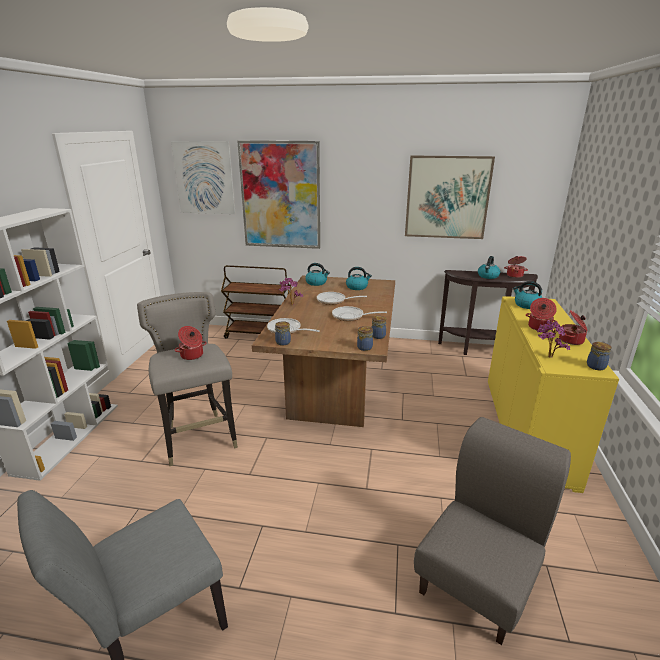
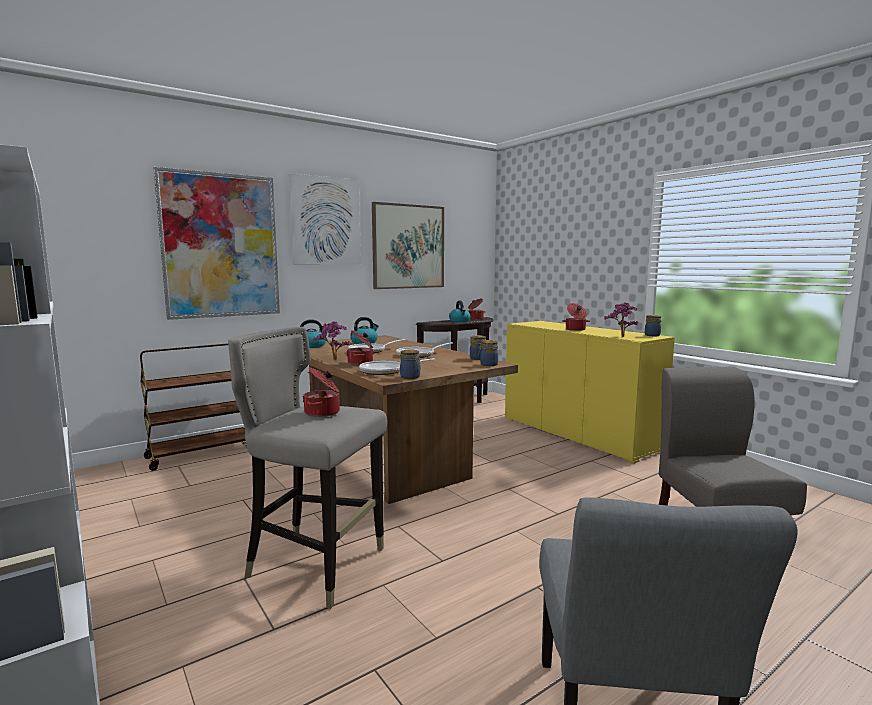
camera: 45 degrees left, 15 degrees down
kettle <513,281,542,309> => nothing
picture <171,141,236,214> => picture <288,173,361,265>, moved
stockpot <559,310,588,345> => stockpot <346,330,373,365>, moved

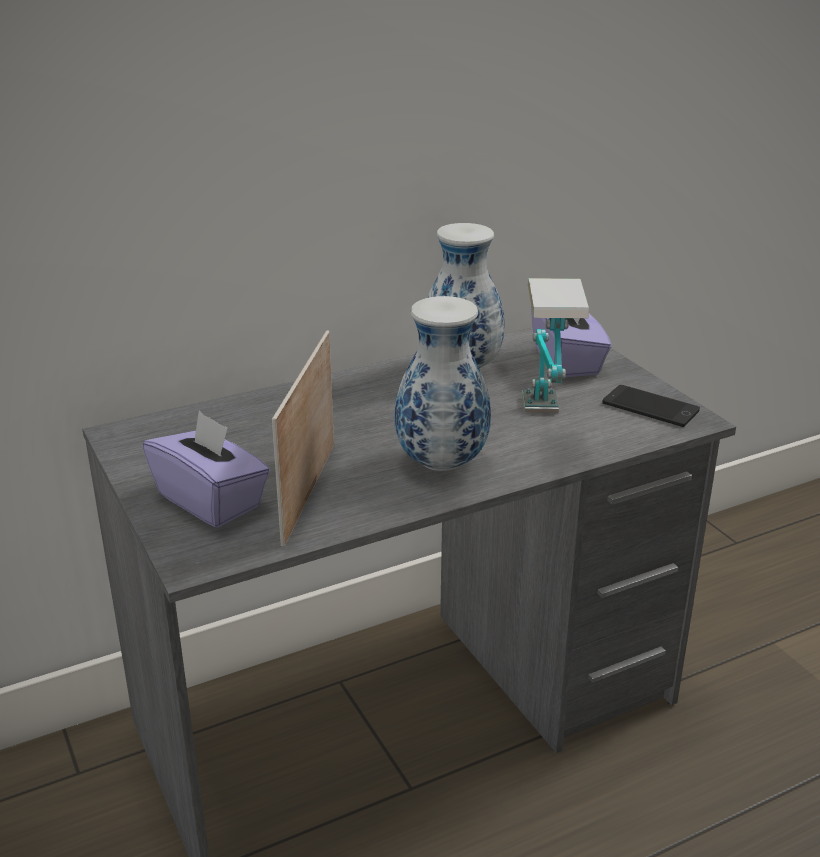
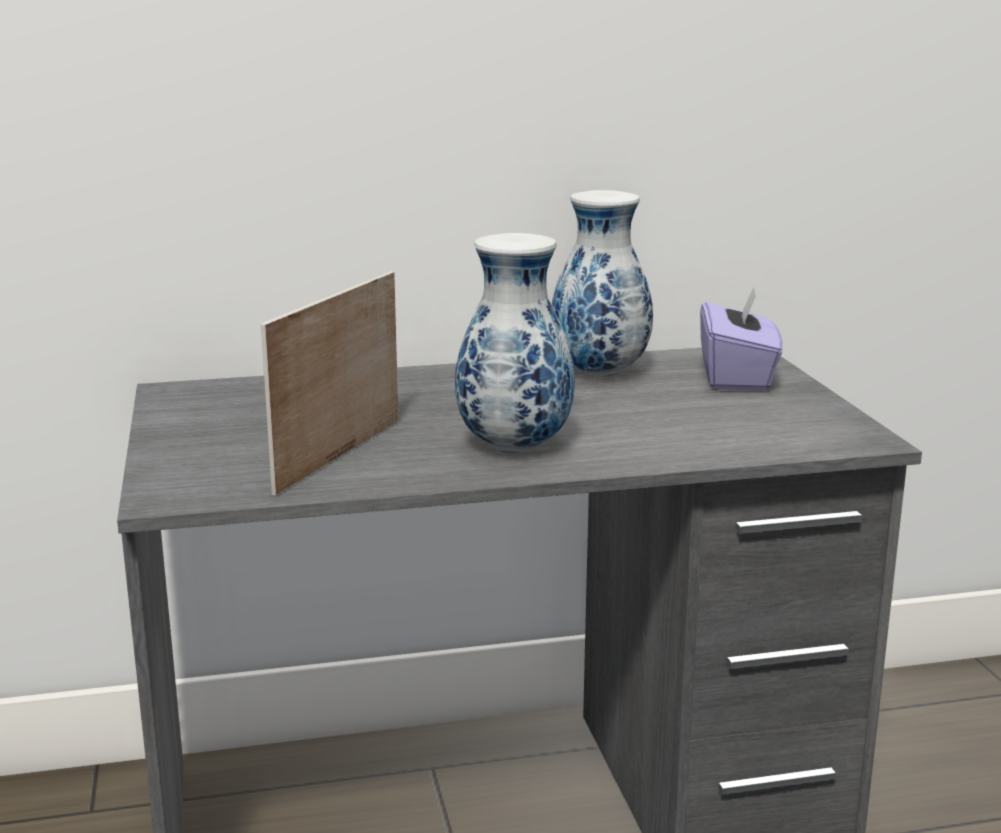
camera: 15 degrees right, 10 degrees down
purple tissue box <143,411,270,528> => nothing
tabletop lamp <522,278,589,413> => nothing
telephone <602,385,700,427> => nothing

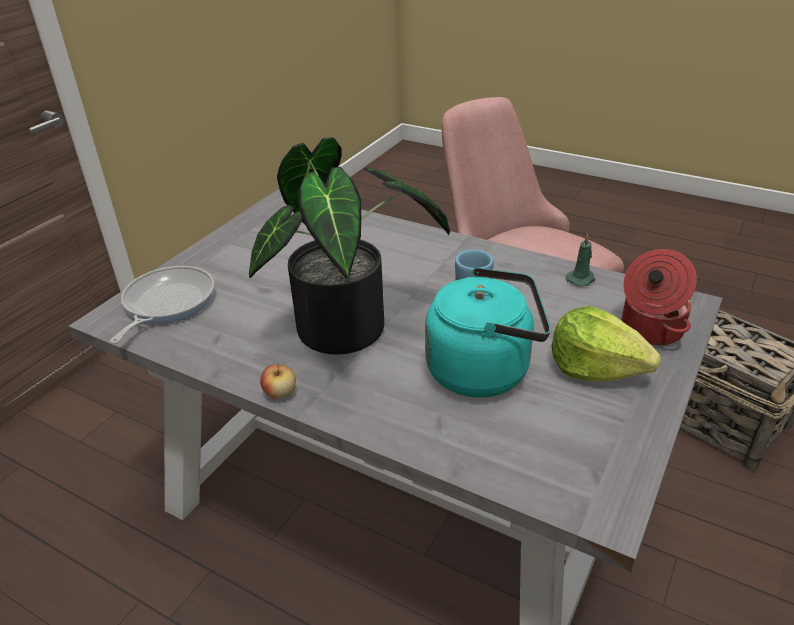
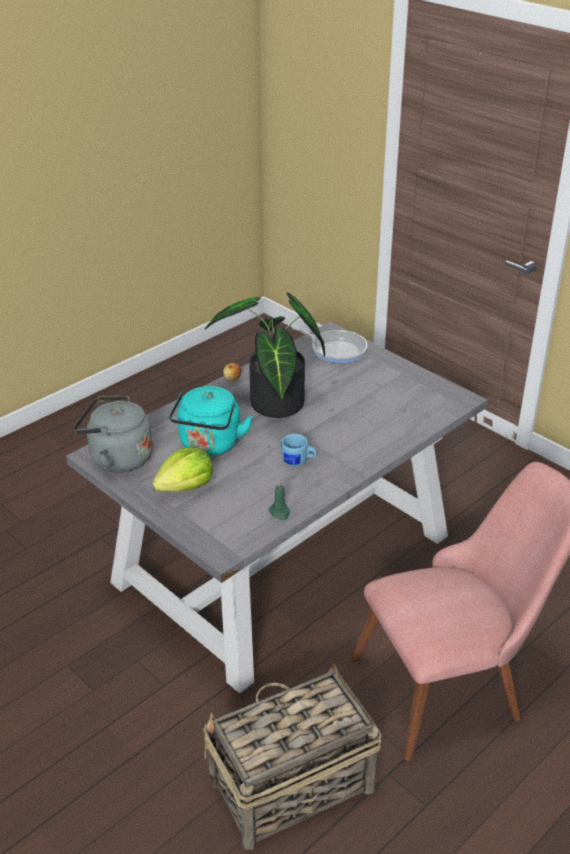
camera: 105 degrees right, 0 degrees up
stockpot <621,249,697,346> => nothing
nothing => greyish kettle <73,395,153,473>

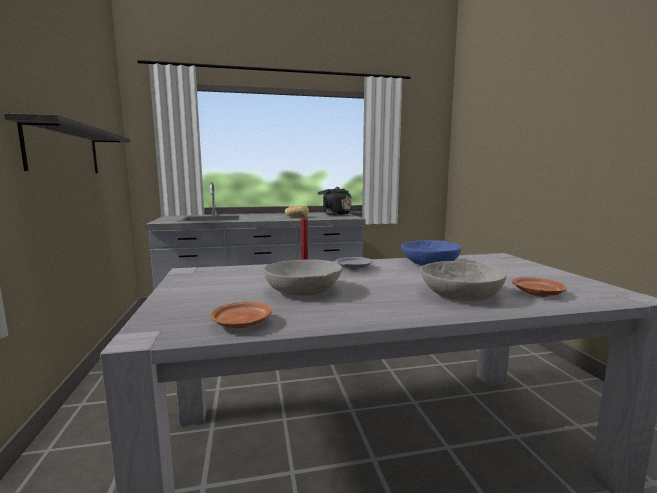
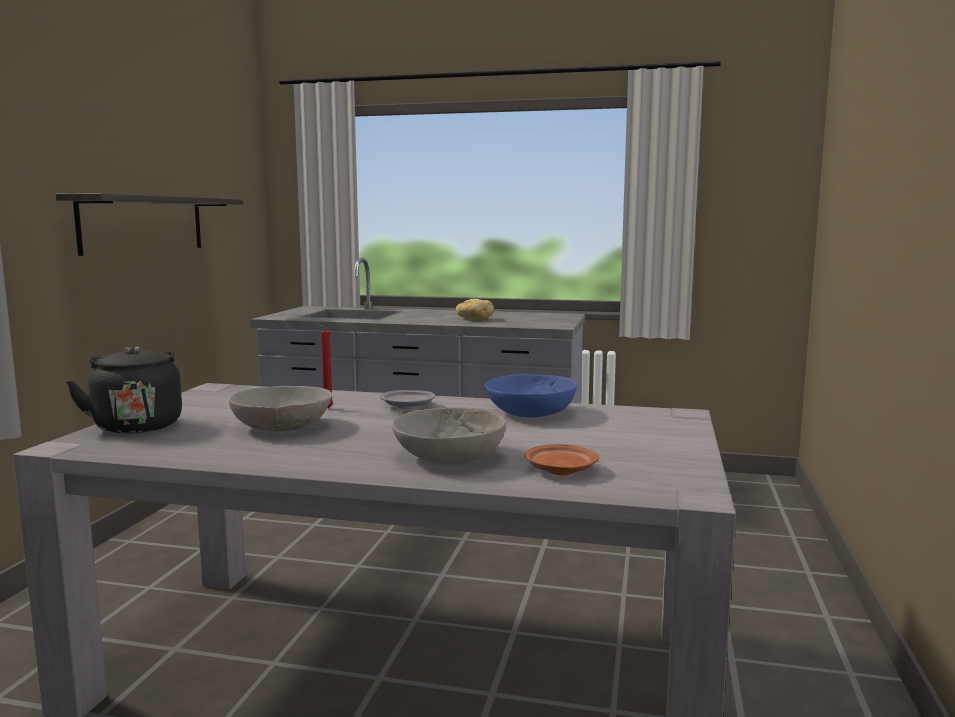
camera: 25 degrees right, 0 degrees up
brown-coloured plate <210,302,272,328> => nothing
blackish kettle <318,187,351,215> => blackish kettle <66,346,182,434>, moved

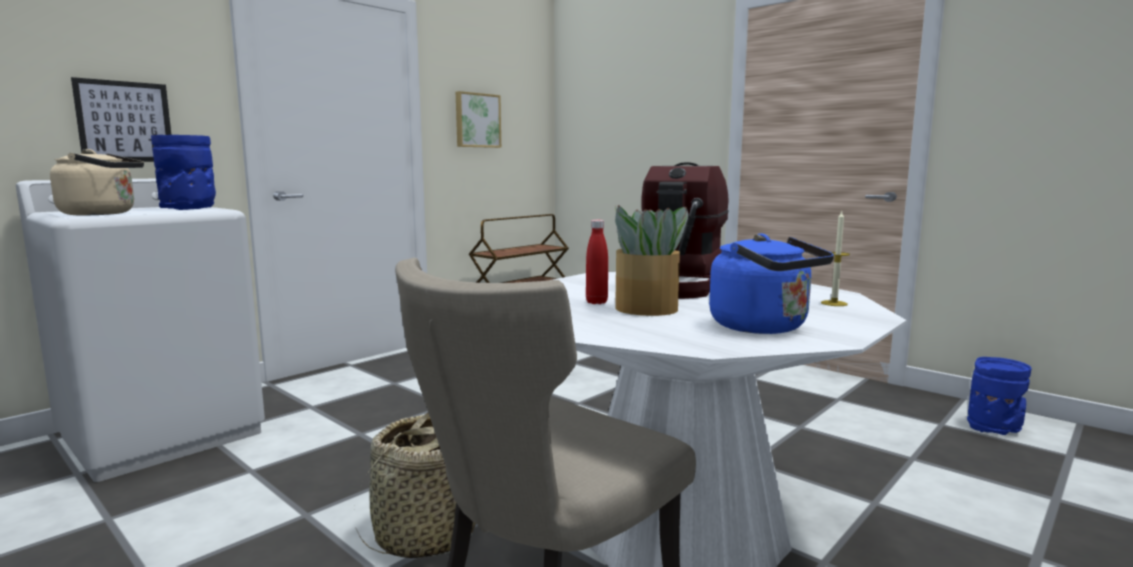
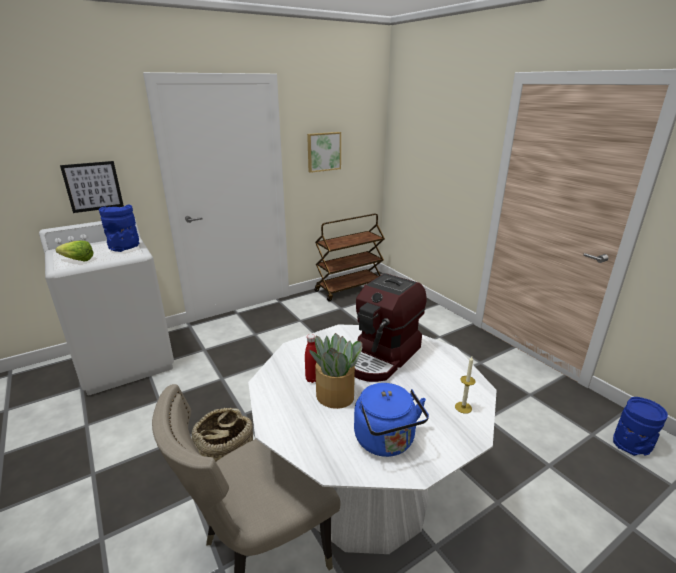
camera: 15 degrees right, 15 degrees up
beige-coloured kettle <50,149,144,215> => lettuce <56,240,94,262>

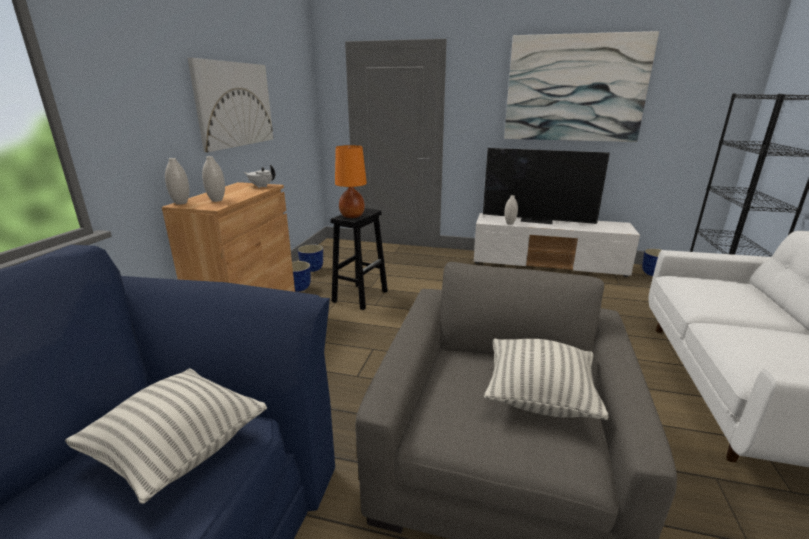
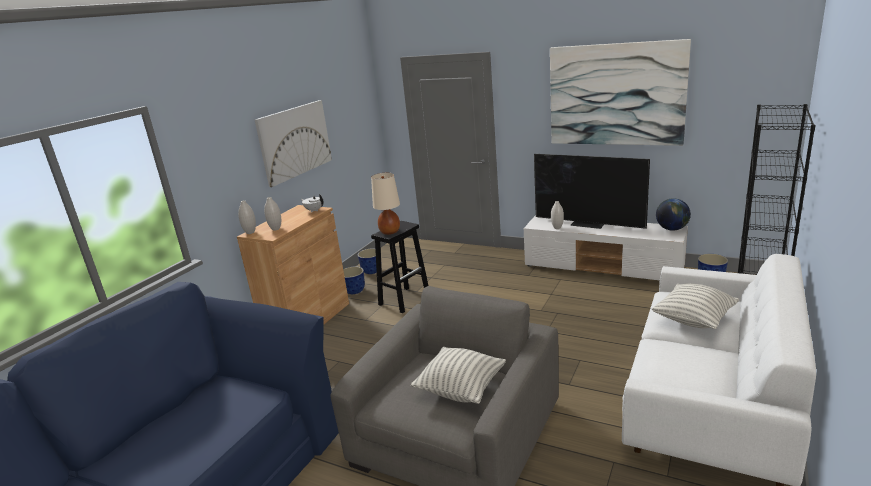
camera: 15 degrees right, 0 degrees up
nothing => globe <656,198,691,231>
cushion <65,368,267,504> => cushion <652,283,739,329>, moved
orange tabletop lamp <335,145,367,218> => beige-coloured tabletop lamp <371,173,400,235>

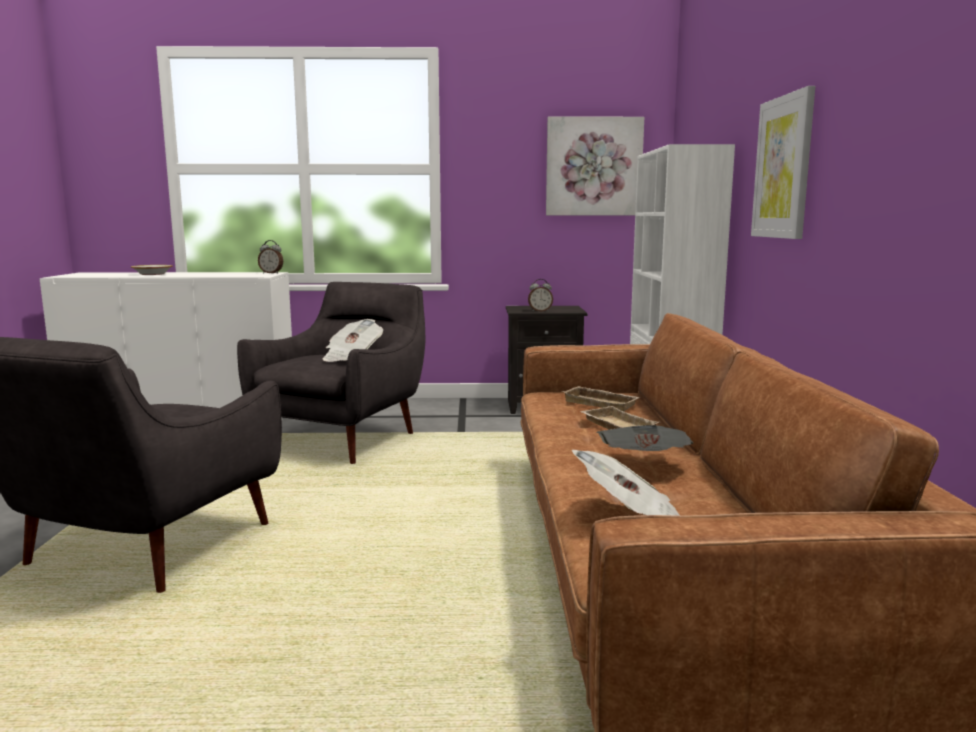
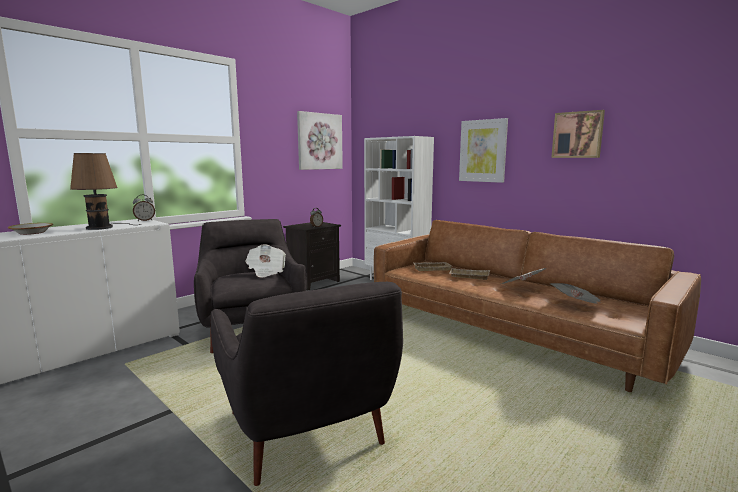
camera: 45 degrees left, 0 degrees up
nothing => brown-coloured tabletop lamp <70,153,141,230>
nothing => picture <551,110,605,158>

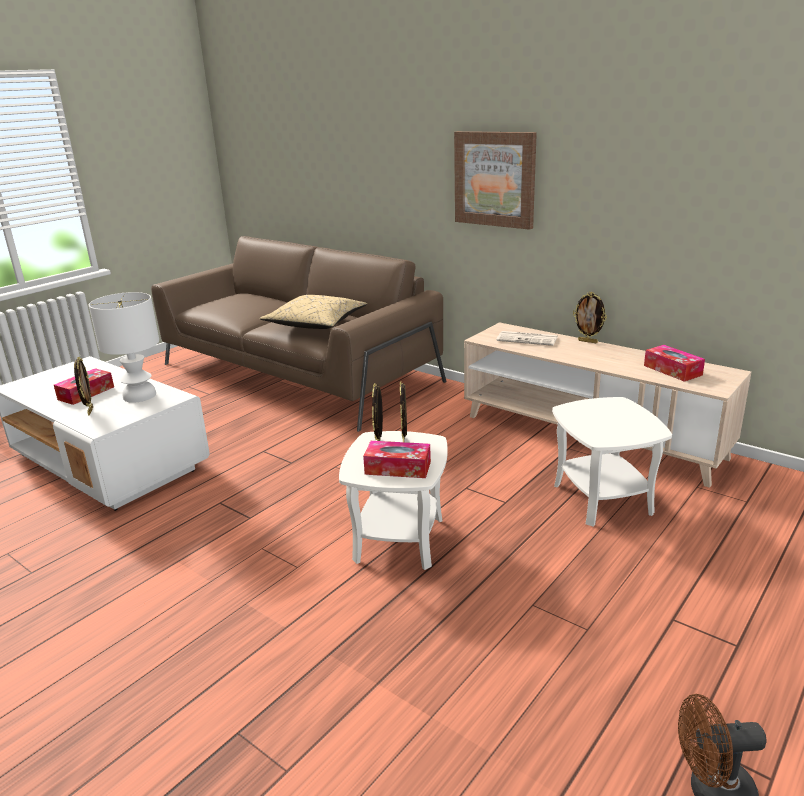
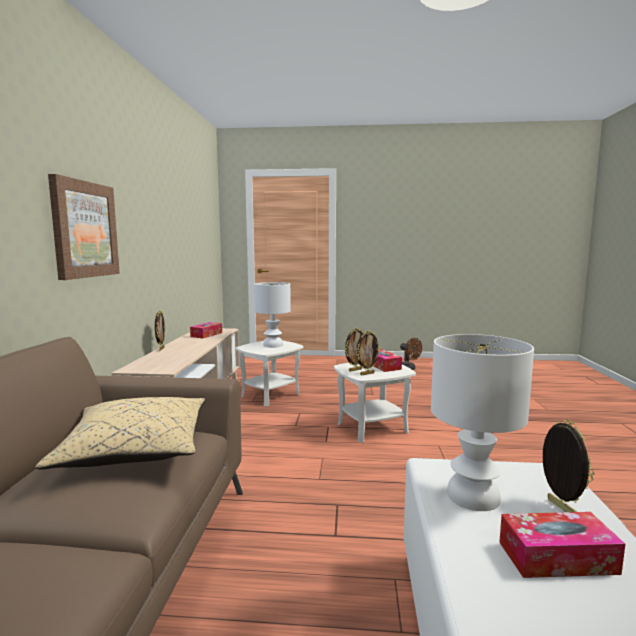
camera: 125 degrees left, 15 degrees down
newspaper <496,331,558,346> => nothing
nothing => whitish tabletop lamp <254,282,291,348>
standing frame <74,357,93,416> => standing frame <542,420,594,512>, 120 degrees clockwise

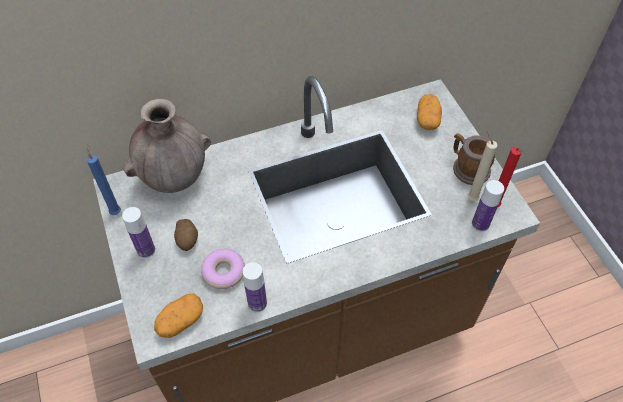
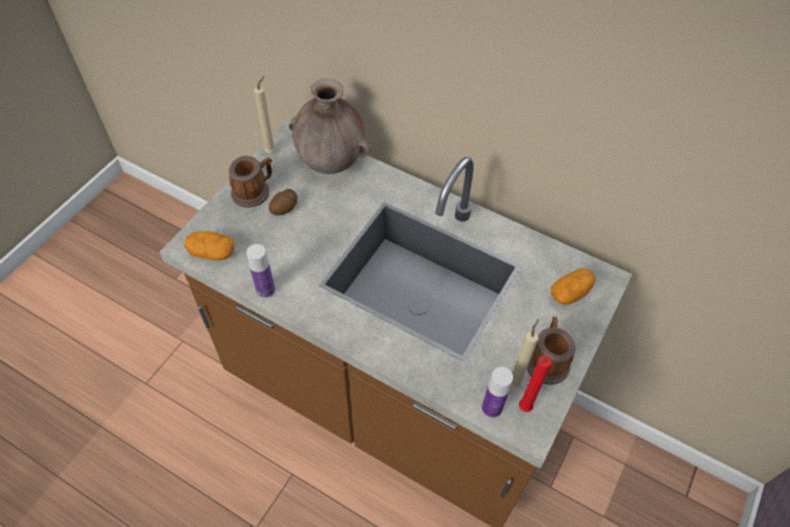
camera: 50 degrees right, 0 degrees up
doughnut <201,249,245,289> => nothing
beverage bottle <122,207,155,258> => tea mug <229,156,272,208>
bluish wax light <86,143,121,215> => beige-coloured wax light <254,76,276,153>

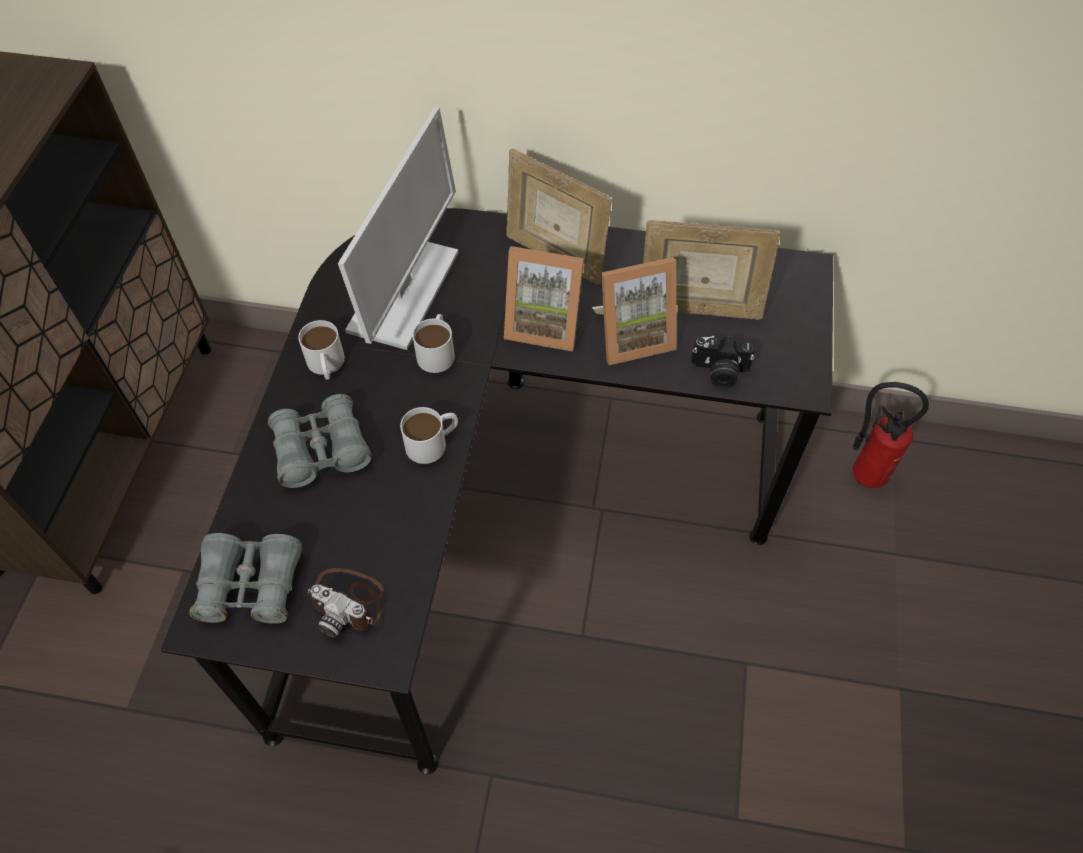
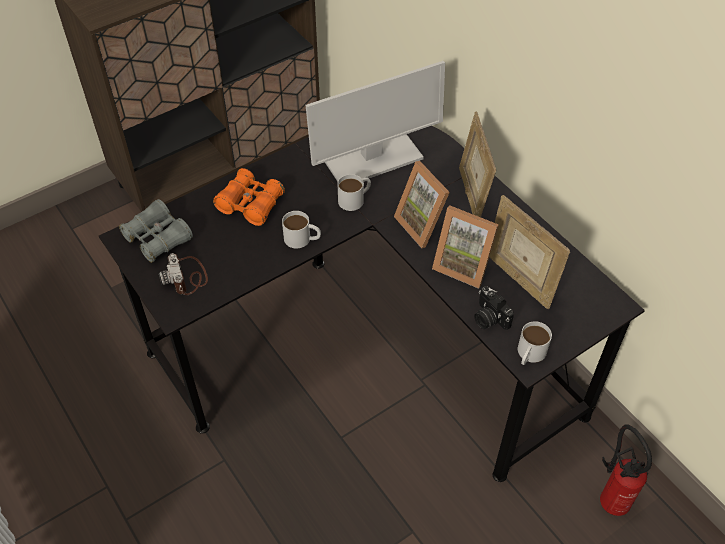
camera: 45 degrees right, 5 degrees down
whitish tea mug <298,320,345,380> => whitish tea mug <518,321,552,365>, moved
greyish pair of binoculars <268,394,371,488> => orange pair of binoculars <213,168,285,226>

